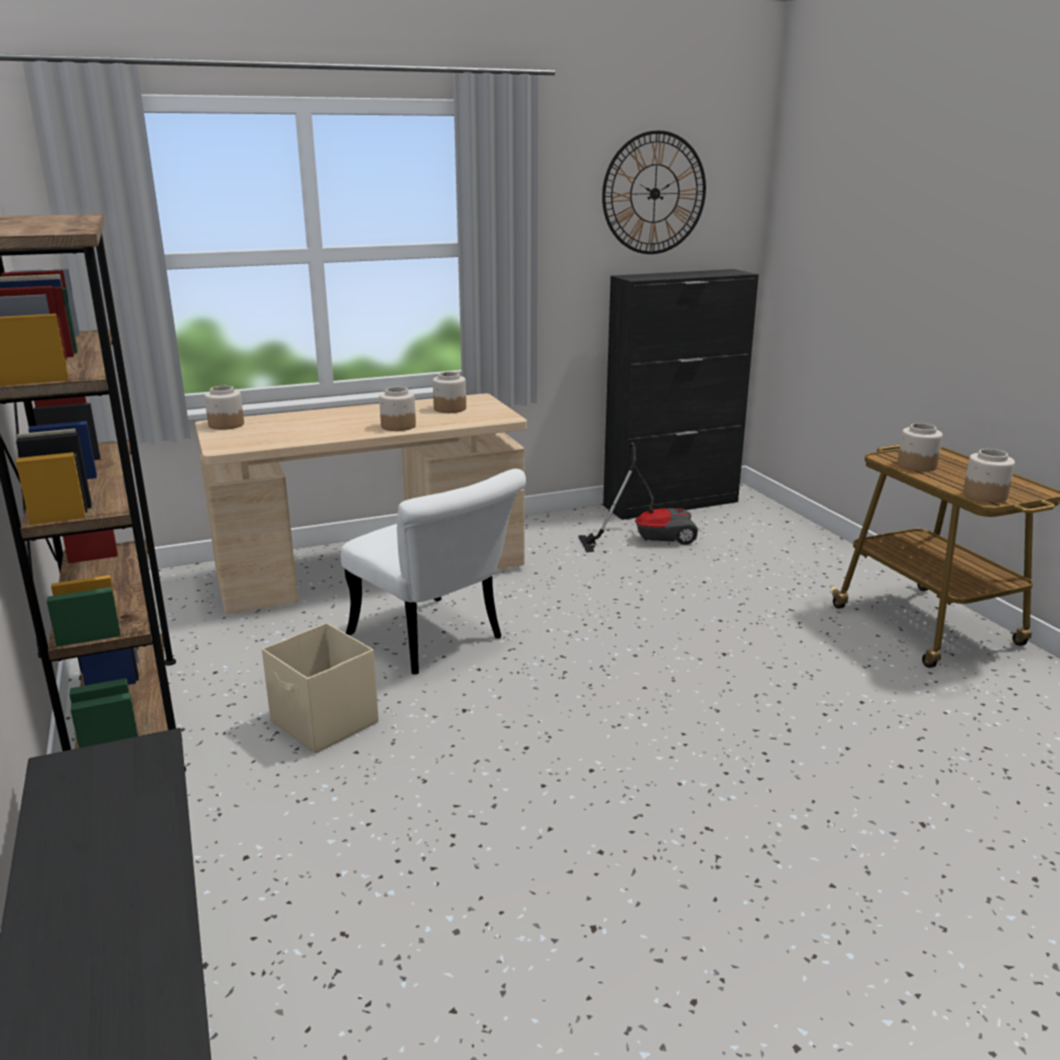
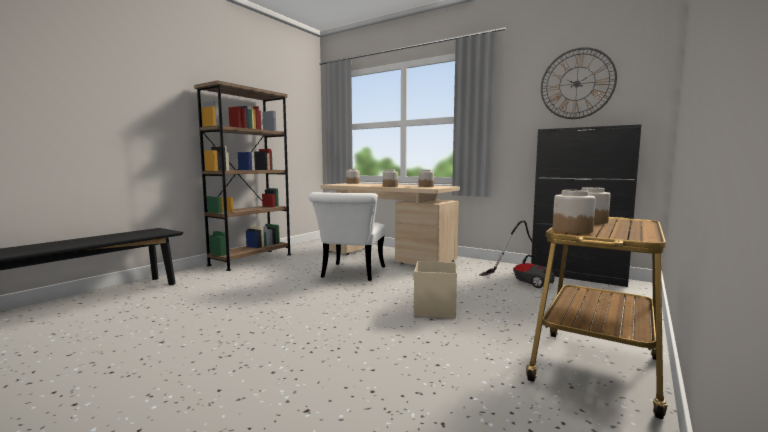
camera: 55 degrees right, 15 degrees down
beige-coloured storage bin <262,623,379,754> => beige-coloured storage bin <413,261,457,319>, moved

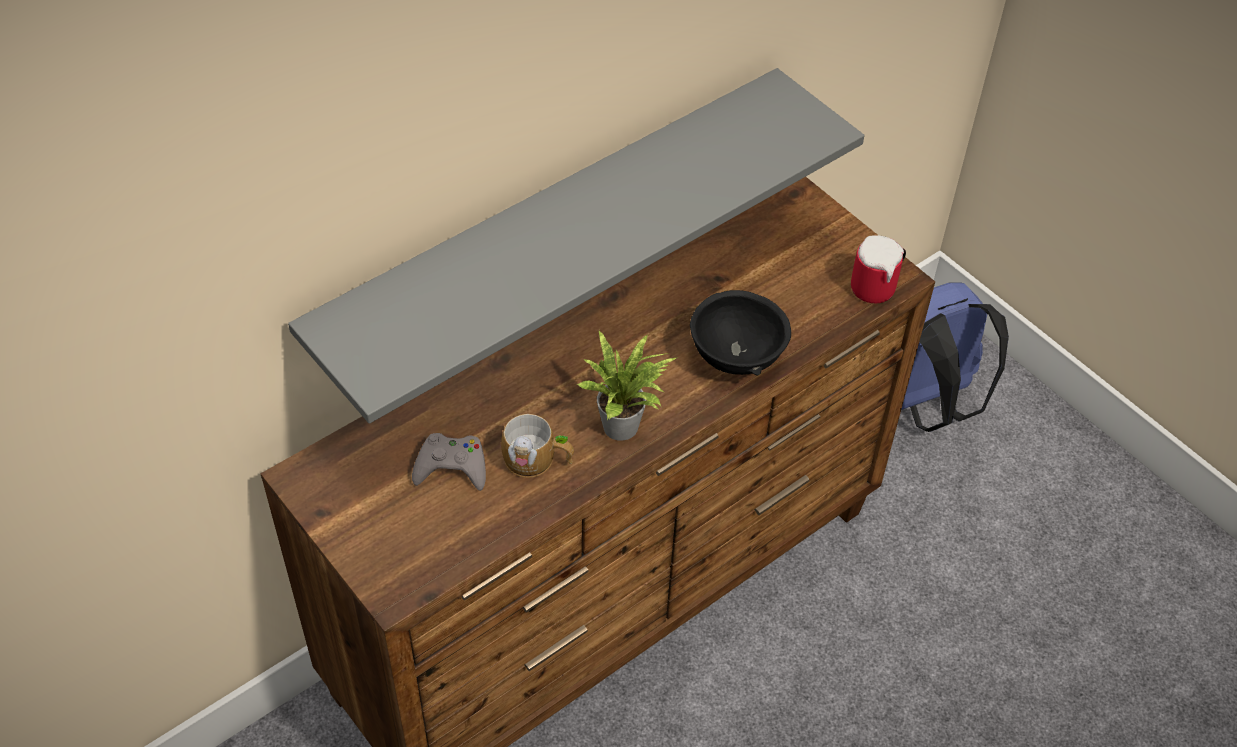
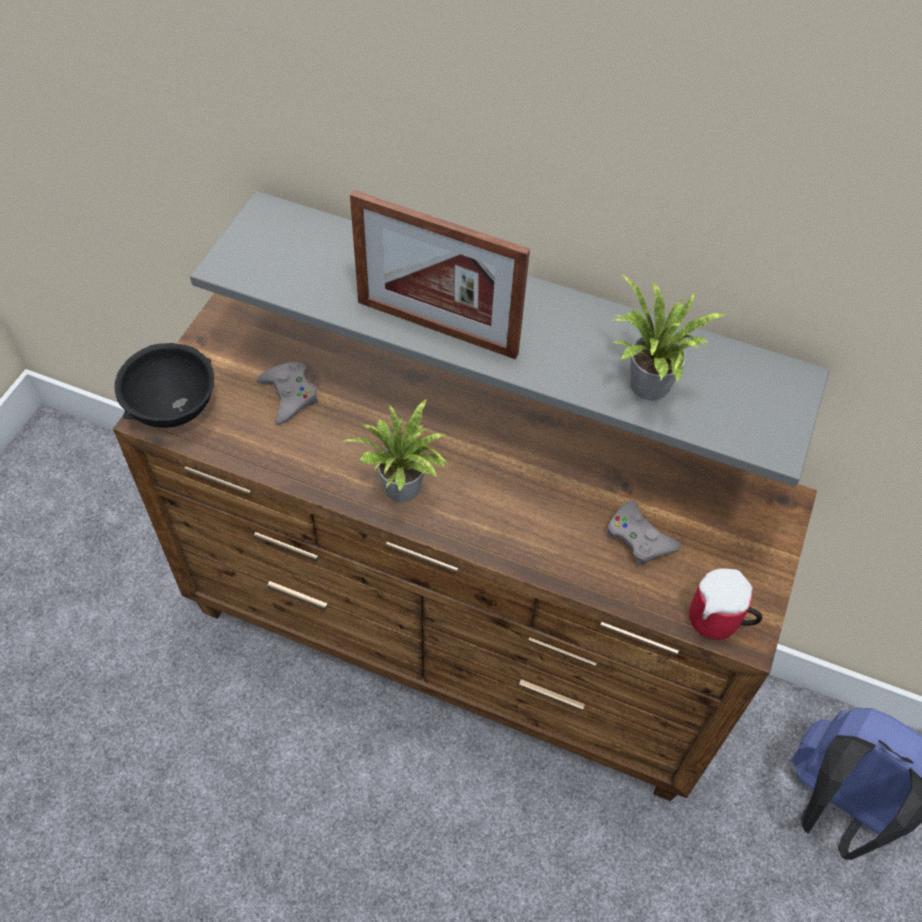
camera: 60 degrees right, 5 degrees up
tea mug <501,414,574,478> => nothing
nothing => standing frame <350,190,530,359>
nothing => greyish gamepad <606,501,682,566>
nothing => plant in a pot <611,274,727,401>
blackish bowl <690,290,791,375> => blackish bowl <115,343,214,428>, moved

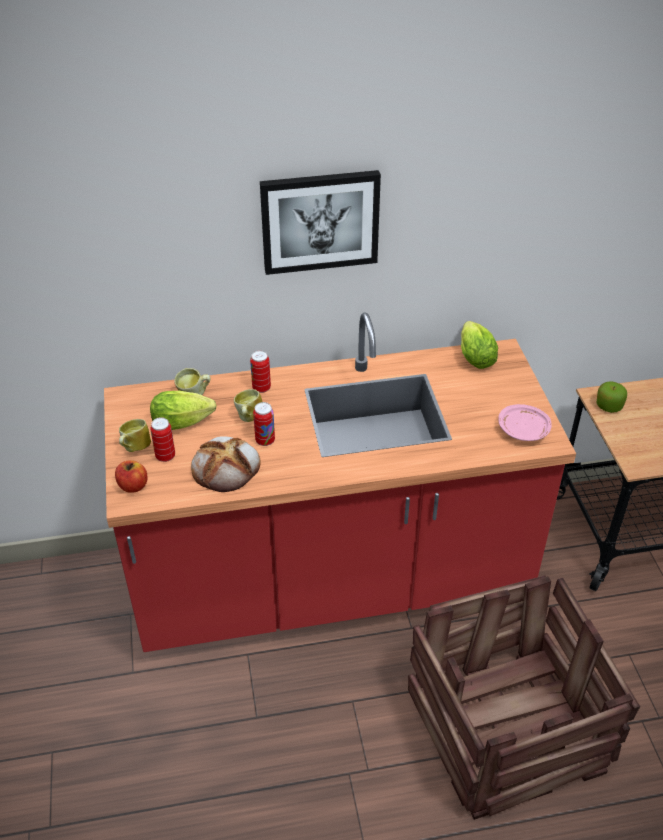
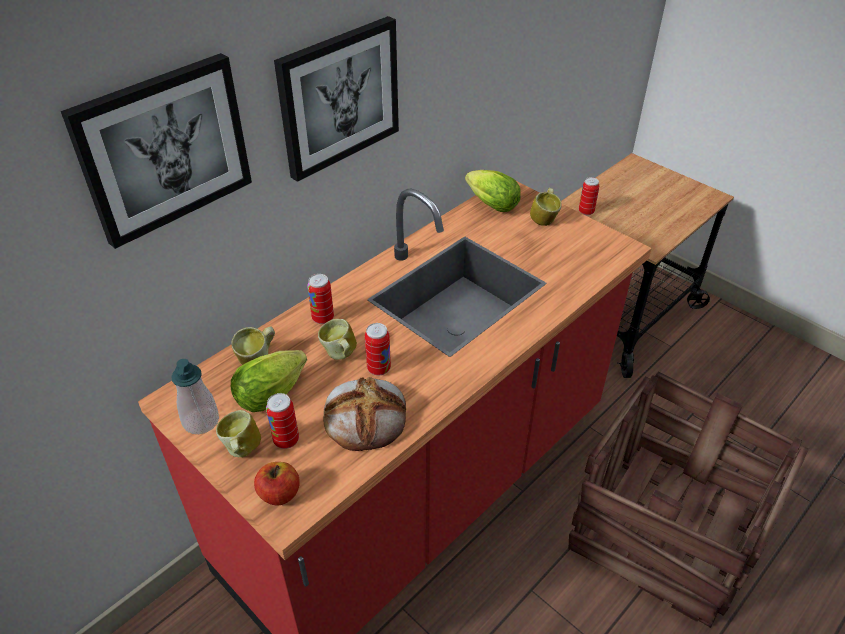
camera: 35 degrees left, 0 degrees up
pink-coloured plate <498,404,552,441> => nothing
nothing => picture <61,53,252,249>
nothing => soap dispenser <171,359,219,434>
nothing => tea mug <530,188,562,226>
apple fruit <596,382,627,413> => can <579,177,599,216>

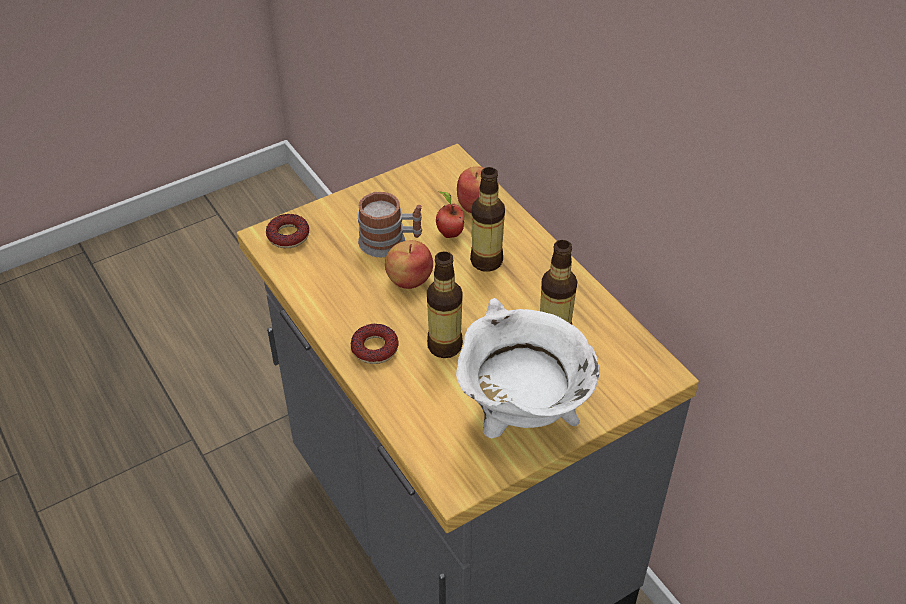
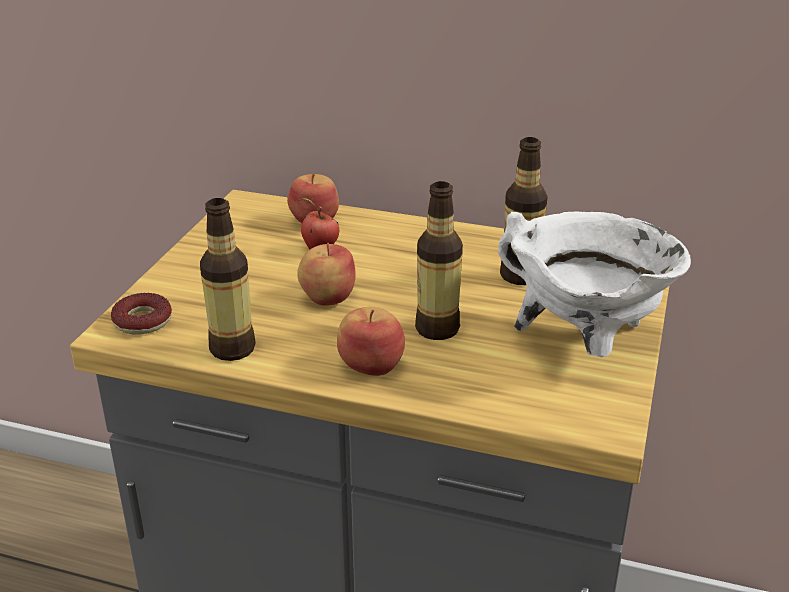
camera: 40 degrees left, 15 degrees down
tea mug <358,192,422,257> => nothing
beverage bottle <470,167,505,272> => beverage bottle <200,198,256,361>, moved
doughnut <351,324,399,364> => apple fruit <337,307,405,376>

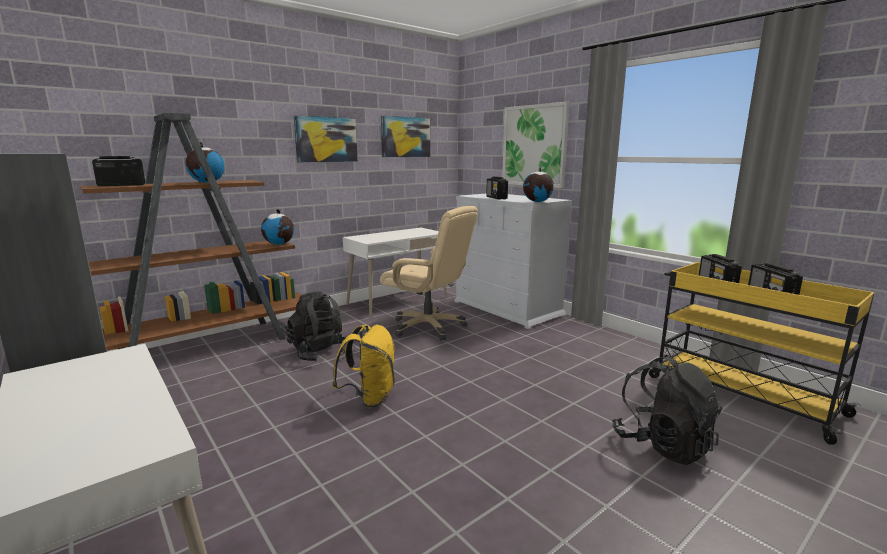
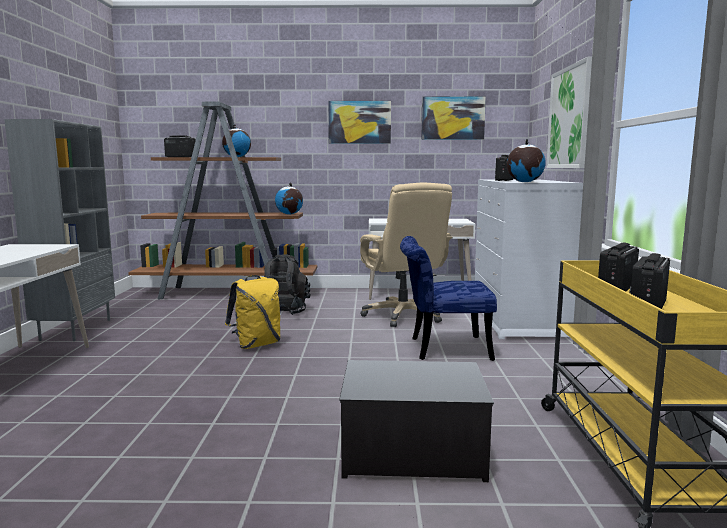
camera: 40 degrees right, 5 degrees down
nothing => bluish plain chair <400,236,497,361>
blackish backpack <612,355,723,465> => storage bin <339,360,494,482>

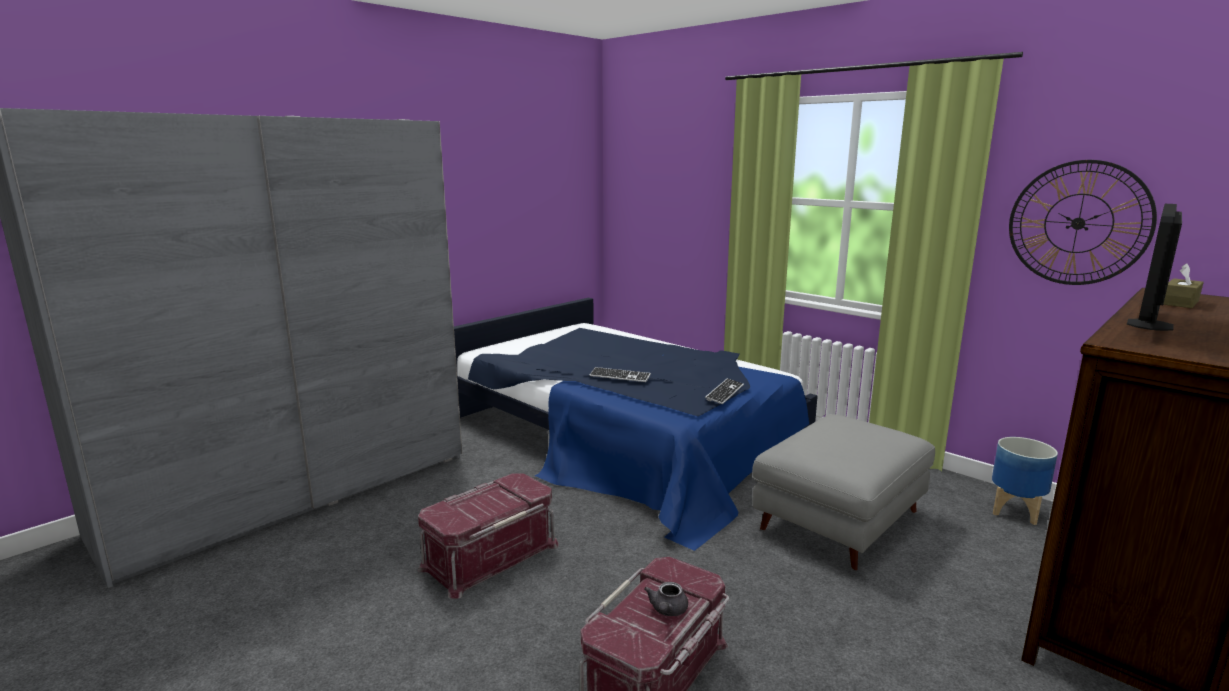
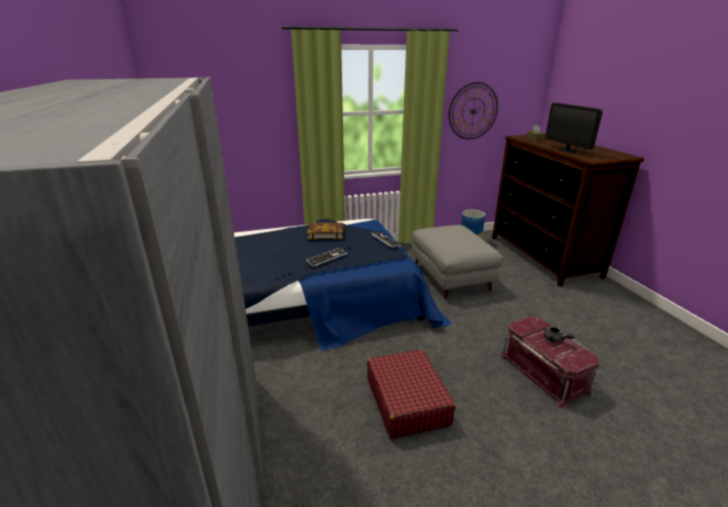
camera: 60 degrees left, 10 degrees up
nothing => book <307,222,343,240>
red-coloured storage bin <418,474,559,599> => red-coloured travel case <367,349,456,439>

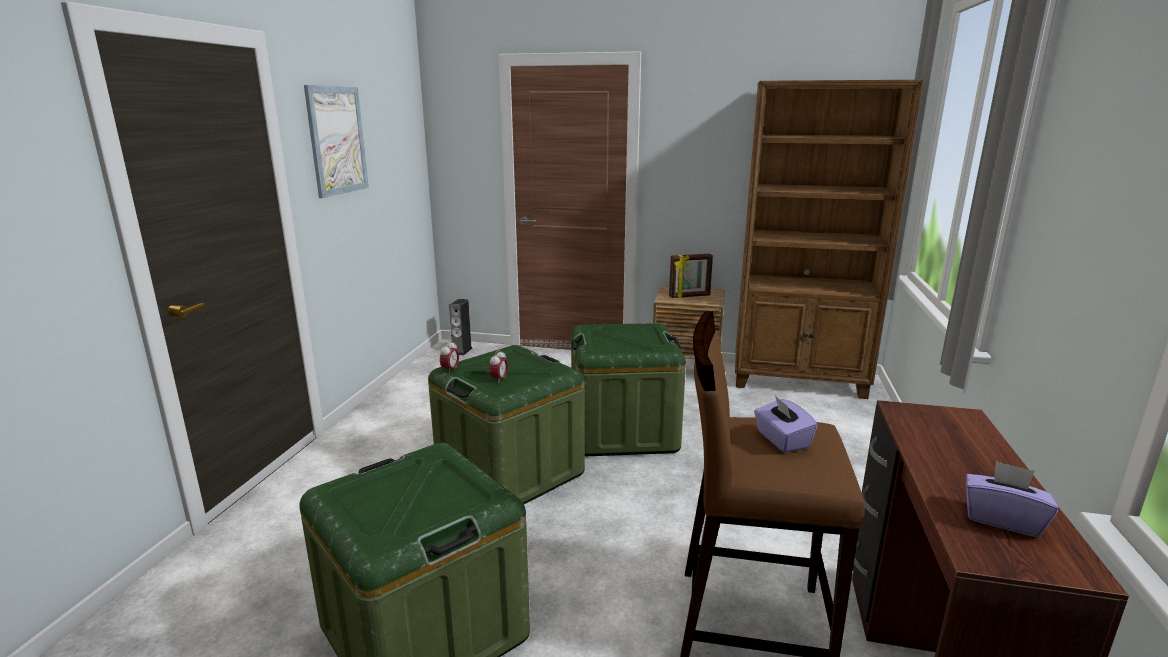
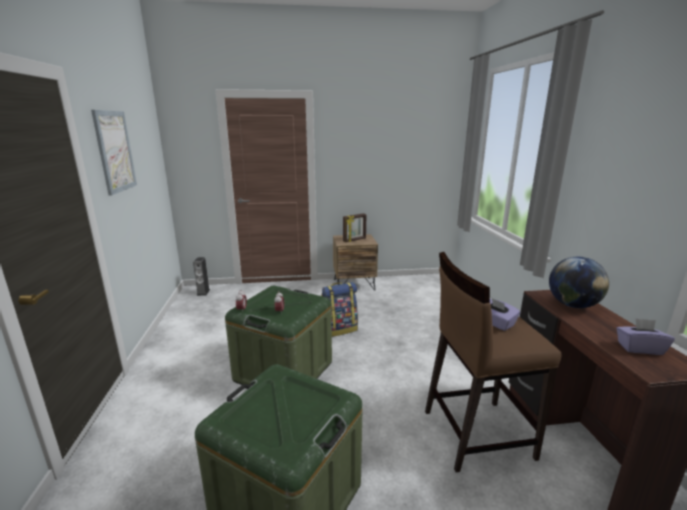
camera: 20 degrees left, 0 degrees up
brown-coloured bookcase <735,80,923,399> => nothing
nothing => globe <549,257,609,308>
green storage bin <571,323,686,456> => backpack <321,282,358,337>

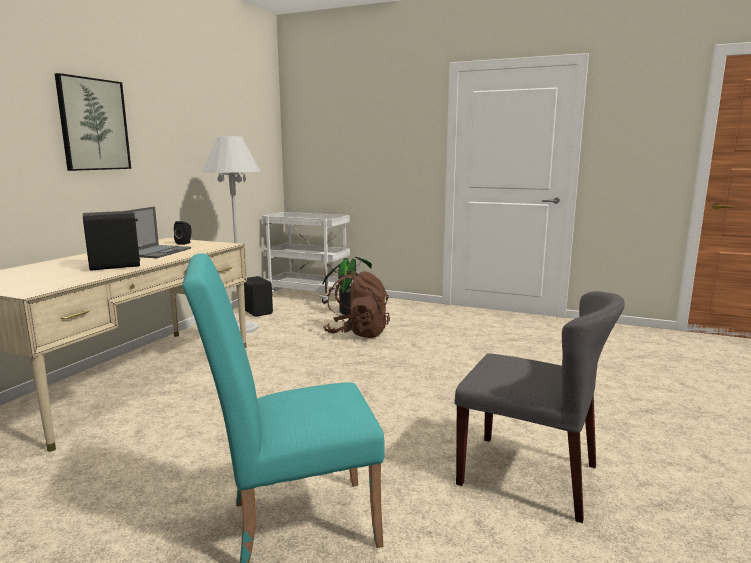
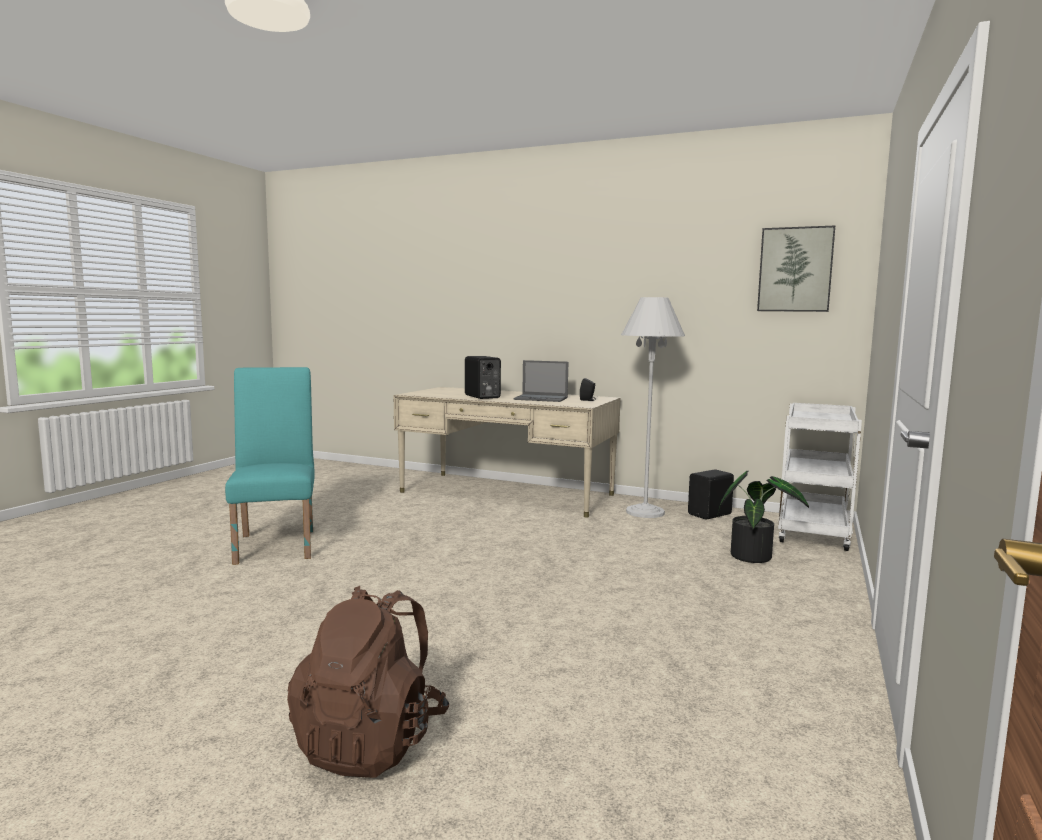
camera: 90 degrees right, 5 degrees down
greyish plain chair <455,291,625,523> => nothing
picture <55,73,131,171> => picture <757,226,835,312>, moved
brown-coloured backpack <323,271,390,338> => brown-coloured backpack <287,586,449,778>, moved

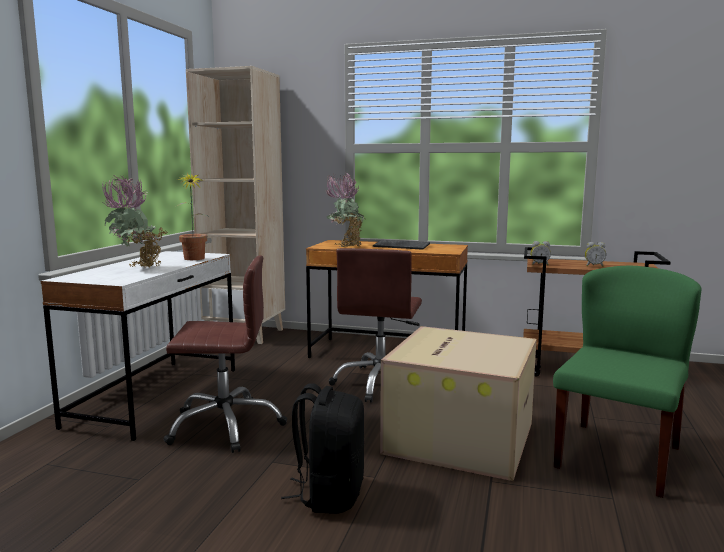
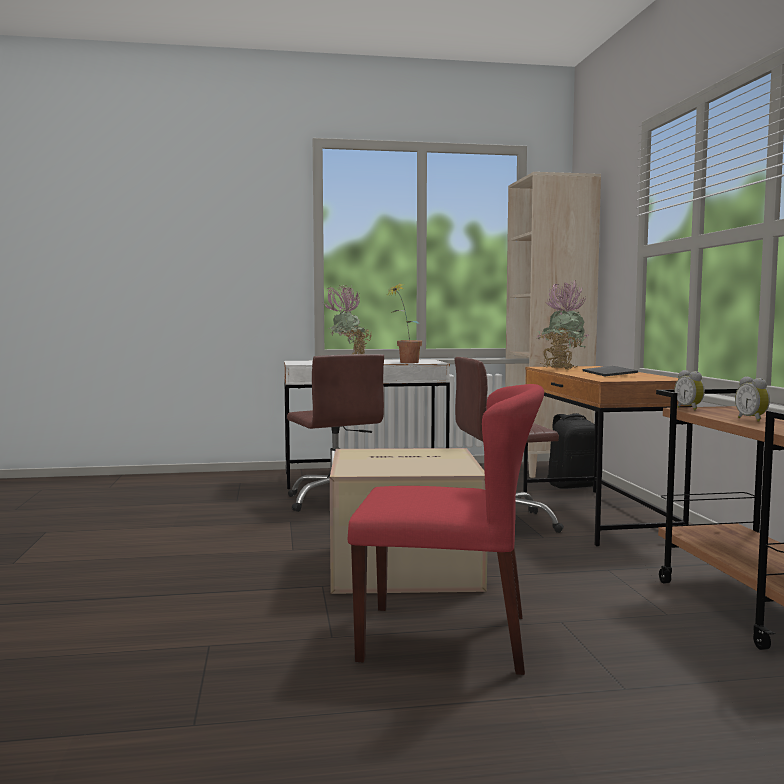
camera: 65 degrees right, 5 degrees down
blackish backpack <281,383,364,514> => blackish backpack <547,413,595,489>, moved
green plain chair <553,266,702,498> => red-coloured plain chair <348,384,544,675>

